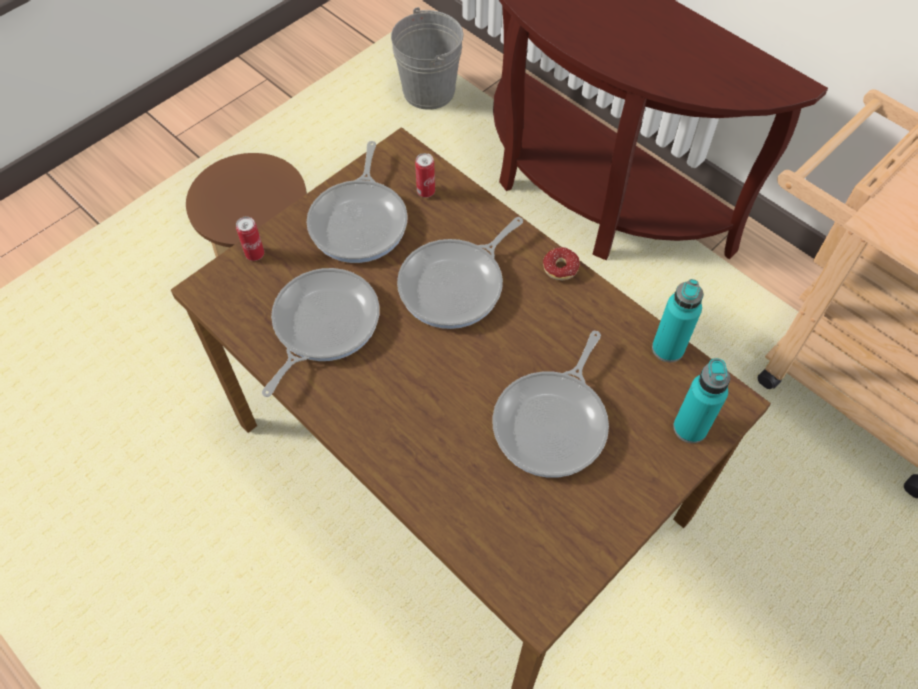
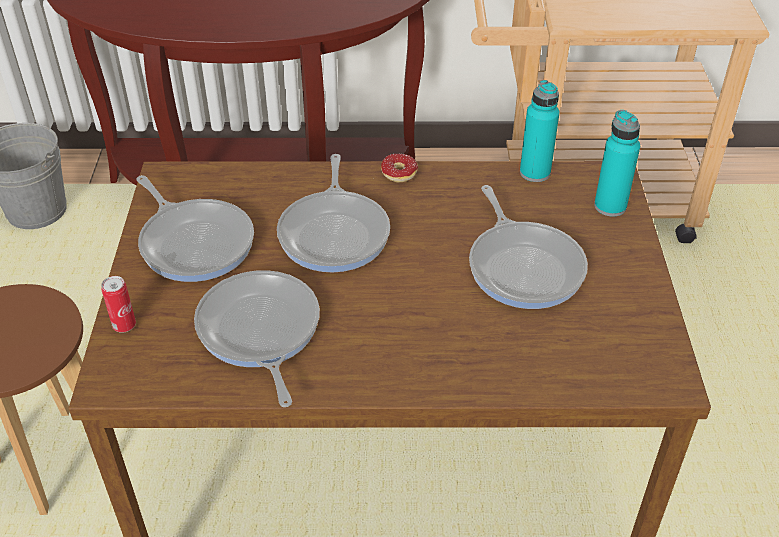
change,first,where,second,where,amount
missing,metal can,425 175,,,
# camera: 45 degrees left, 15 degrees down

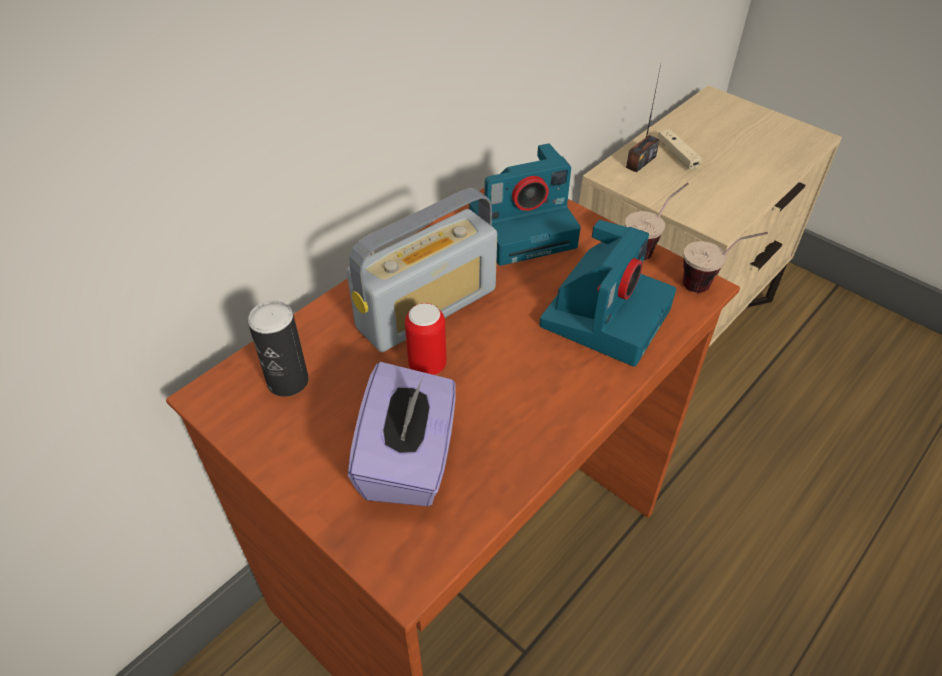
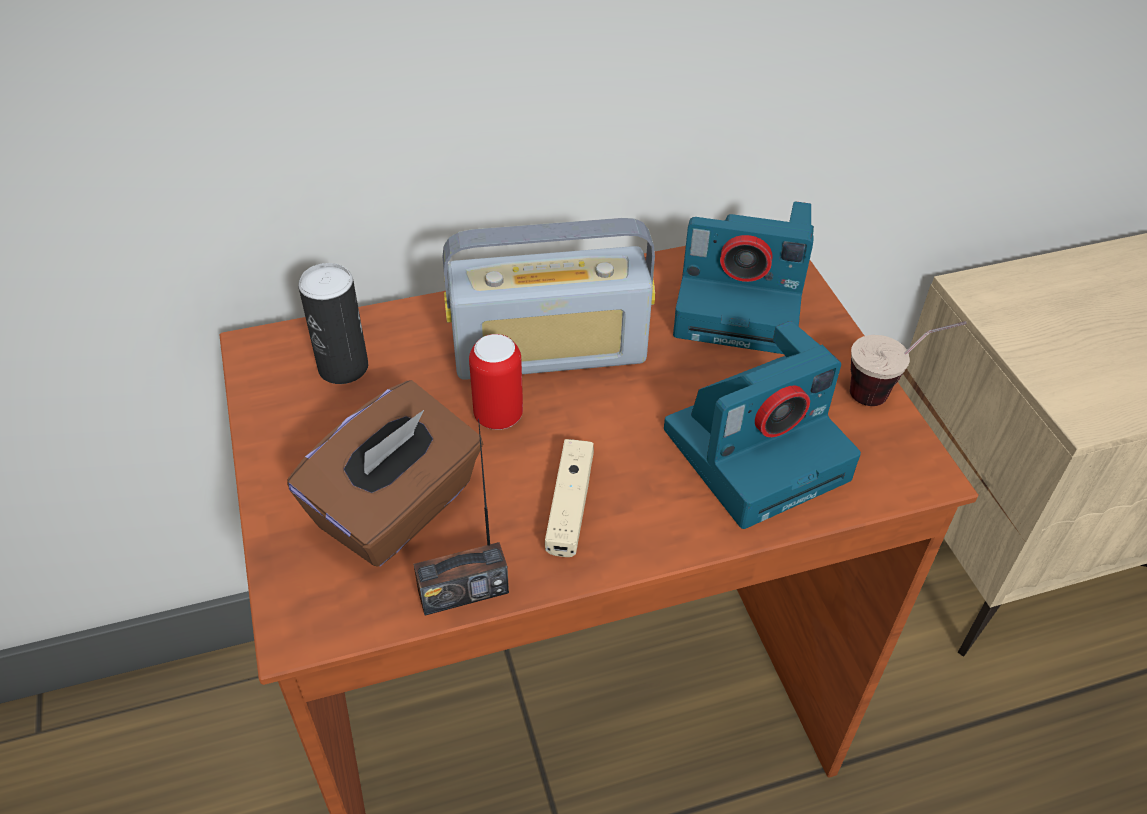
change,first,where,second,where,amount
relocated,radio receiver,643 118,,461 517,
relocated,sand-coloured gamepad,680 149,,569 498,
missing,drinking cup,725 262,,,
colour,purplish tissue holder,402 434,brownish tissue holder,385 473,
# camera: 30 degrees right, 0 degrees up

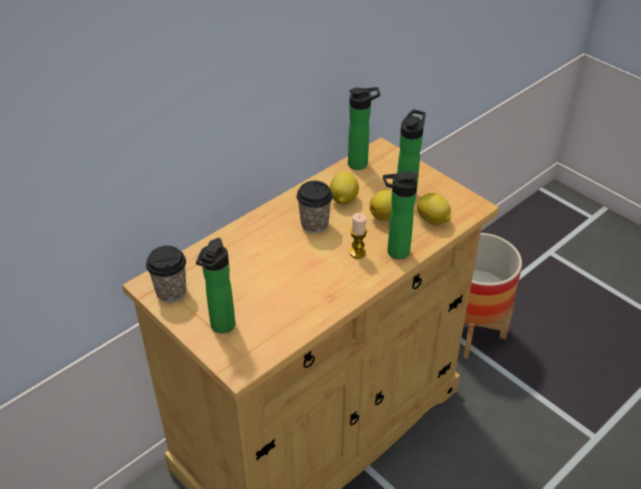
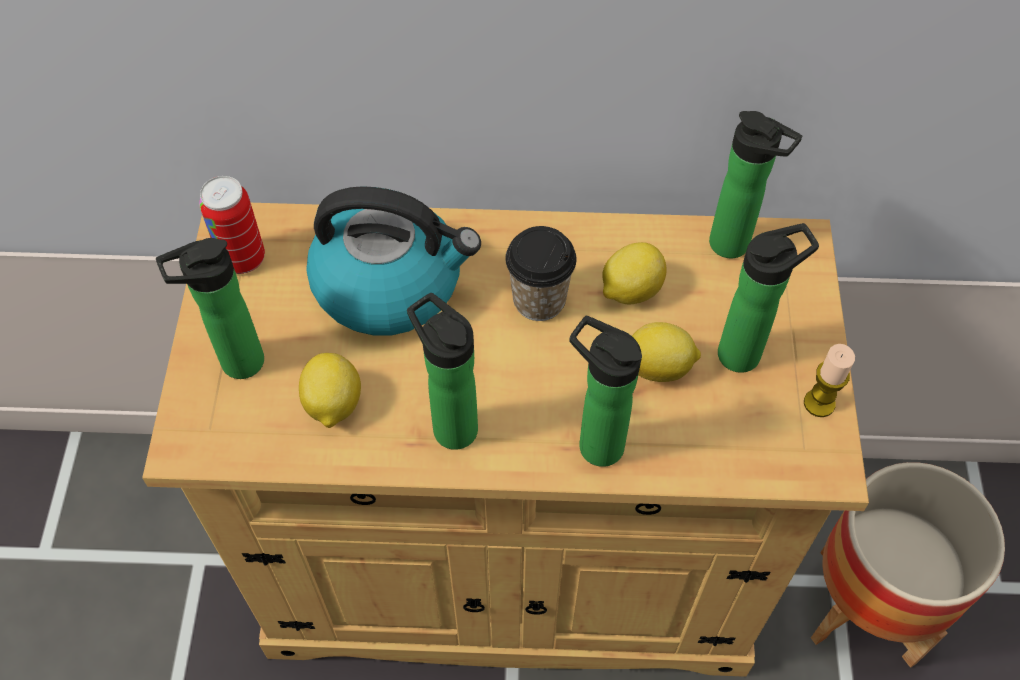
change,first,where,second,where,amount
relocated,whole lemon,434 209,,330 390,
relocated,wax candle,358 235,,829 380,
exchanged,drinking cup,166 274,metal can,232 225,
appeared,,,tea kettle,393 261,
appeared,,,bottle,442 371,
# camera: 45 degrees right, 15 degrees up

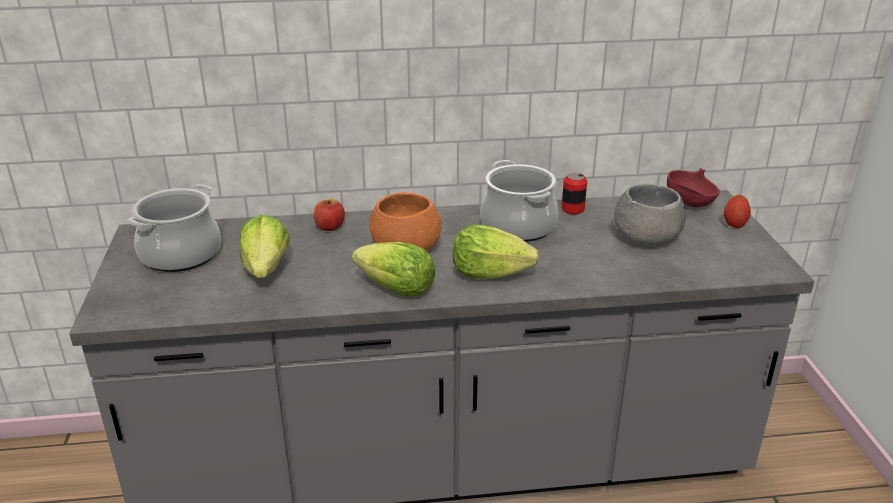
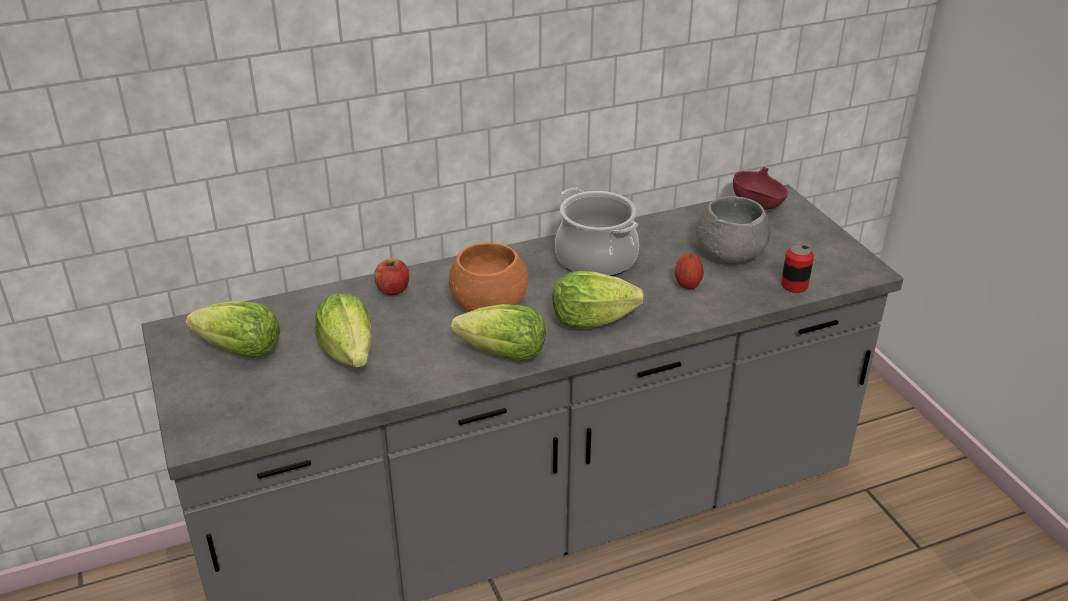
change,first,where,second,where,amount
relocated,metal can,574 193,,797 268,
exchanged,cooking pot,174 228,lettuce head,233 329,
relocated,apple fruit,737 211,,689 270,
# camera: 15 degrees left, 5 degrees up

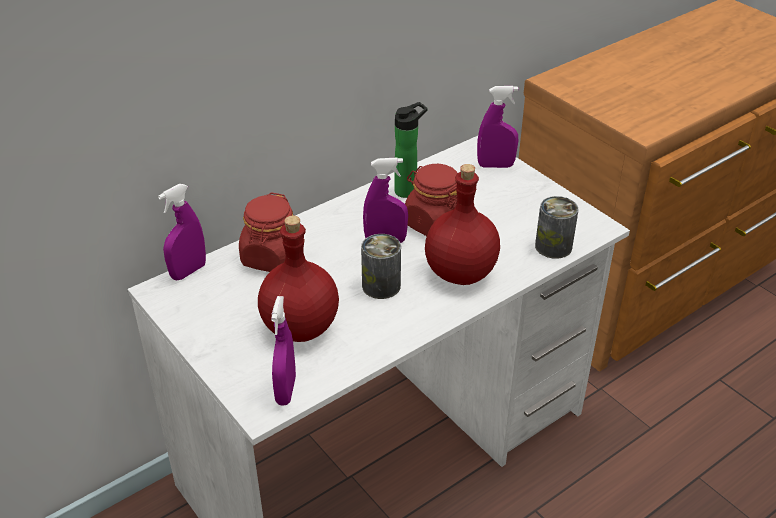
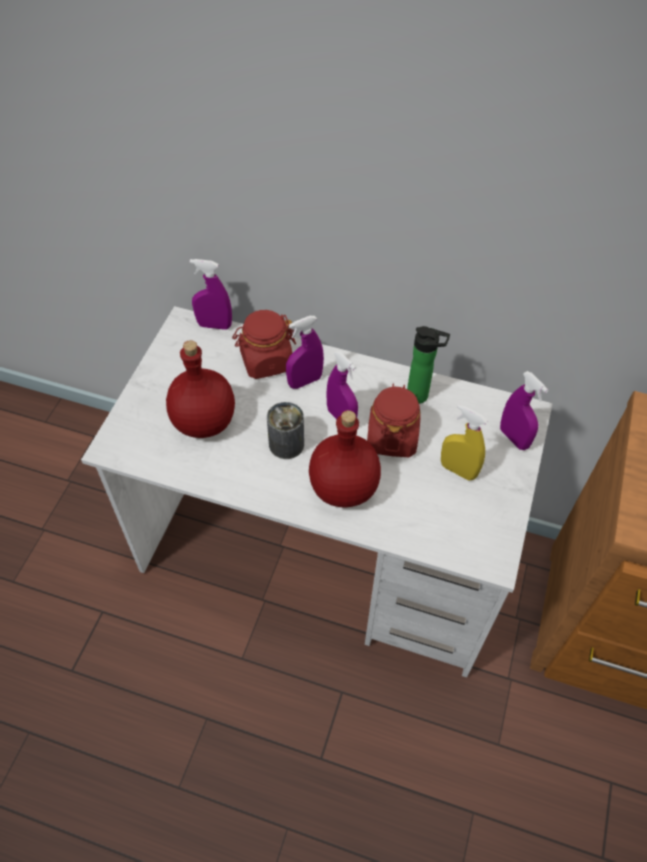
change,first,where,second,where,amount
missing,metal can,557 227,,,
relocated,purplish hand sprayer,283 351,,305 352,
appeared,,,yellowish hand sprayer,464 442,
# camera: 55 degrees right, 15 degrees up

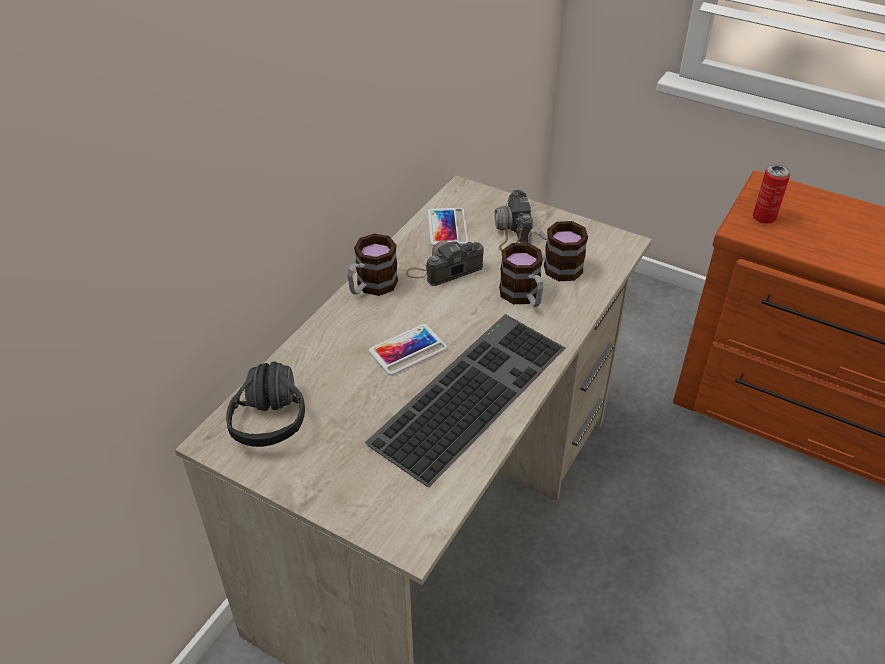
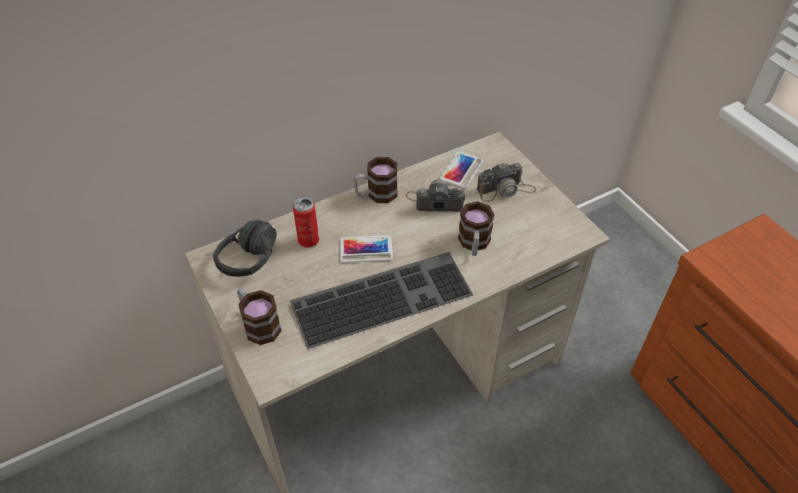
change,first,where,second,where,amount
relocated,metal can,771 194,,306 222,
spun,photo camera,514 221,,507 182,135 degrees counterclockwise
relocated,tea mug,558 251,,259 316,
# camera: 30 degrees right, 5 degrees up

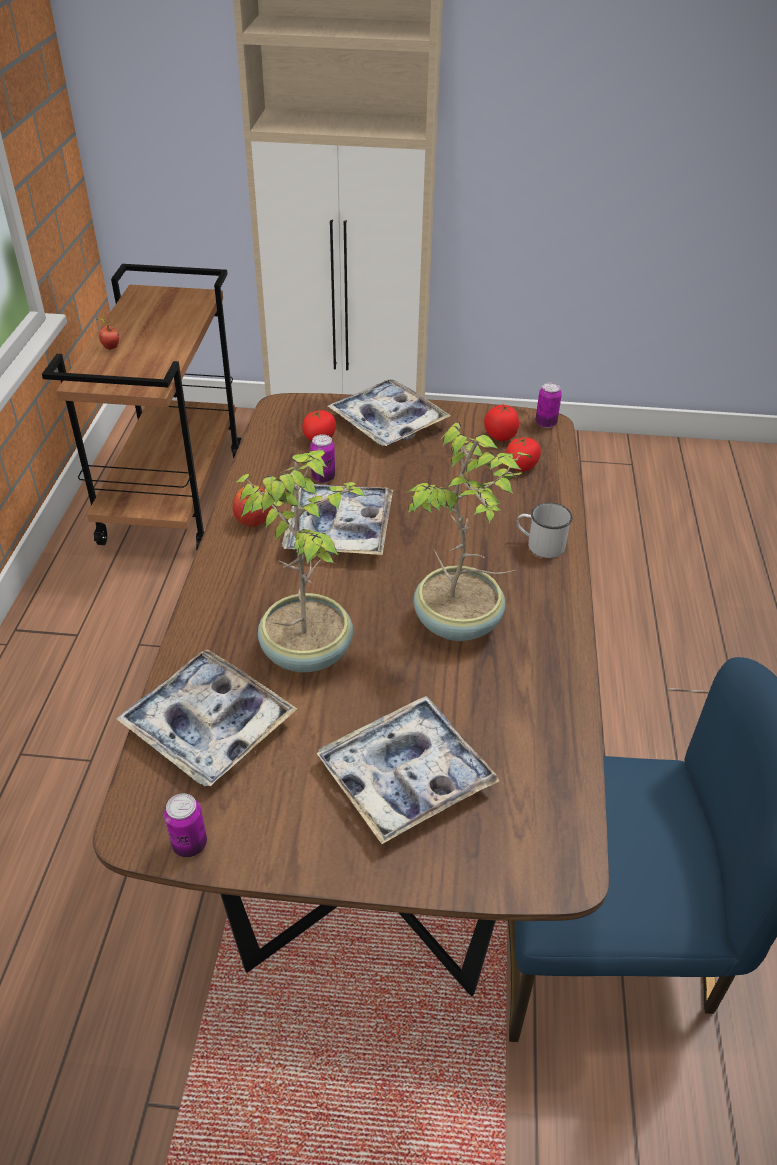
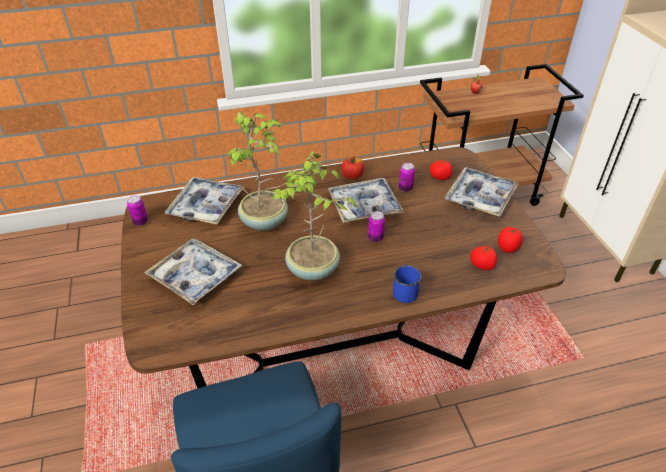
change,first,where,second,where,amount
relocated,metal can,548 405,,376 226,
colour,white-coloured tea mug,545 530,blue-coloured tea mug,407 283,
# camera: 70 degrees right, 0 degrees up

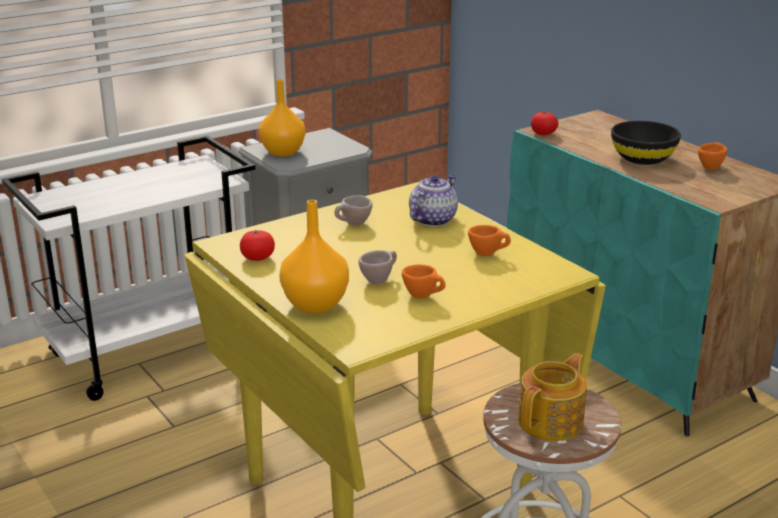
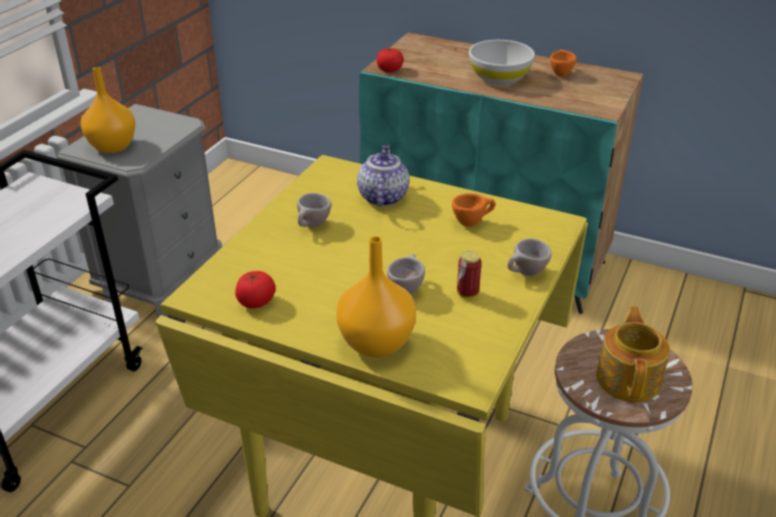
change,first,where,second,where,amount
colour,blackish bowl,646 143,white-coloured bowl,502 62,
exchanged,orange drinking cup,424 281,metal can,469 275,
appeared,,,sand-coloured drinking cup,530 257,
# camera: 30 degrees left, 10 degrees up

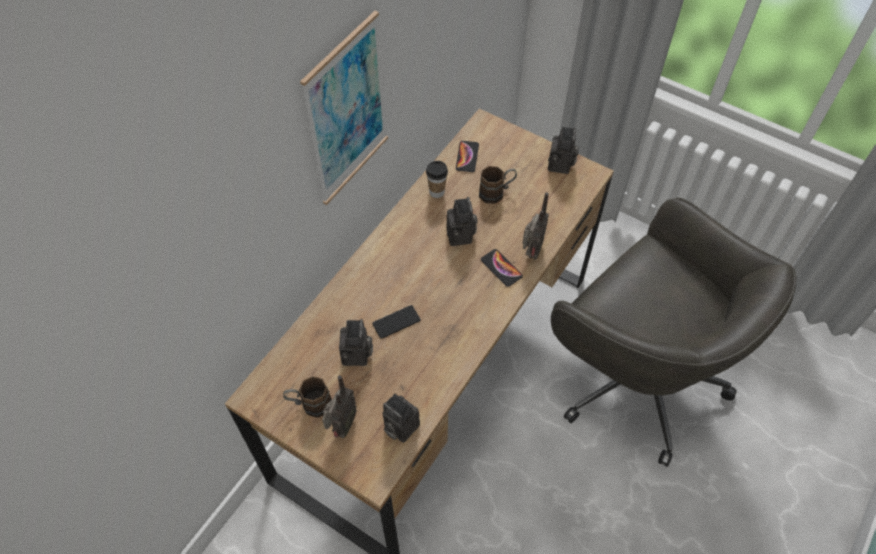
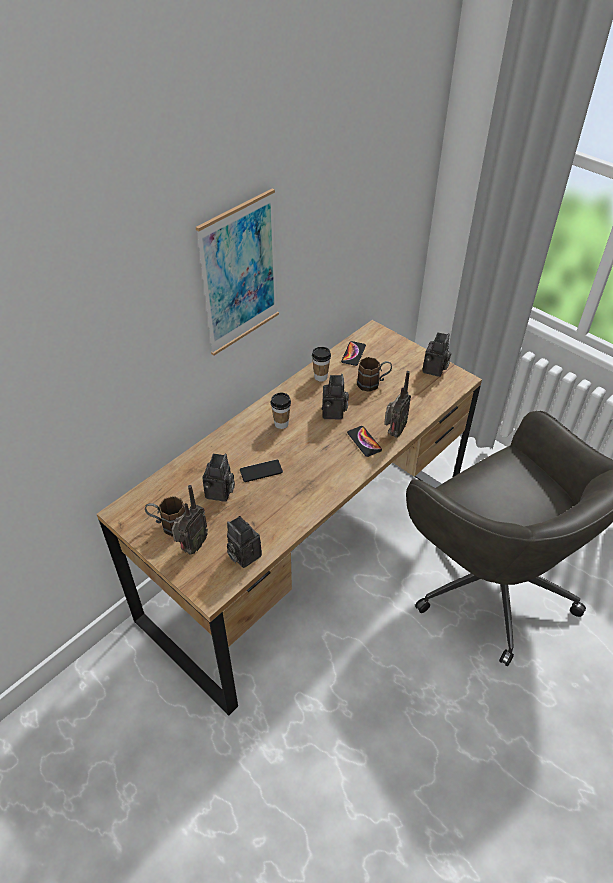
change,first,where,second,where,amount
appeared,,,drinking cup,281 411,
# camera: 10 degrees right, 10 degrees down

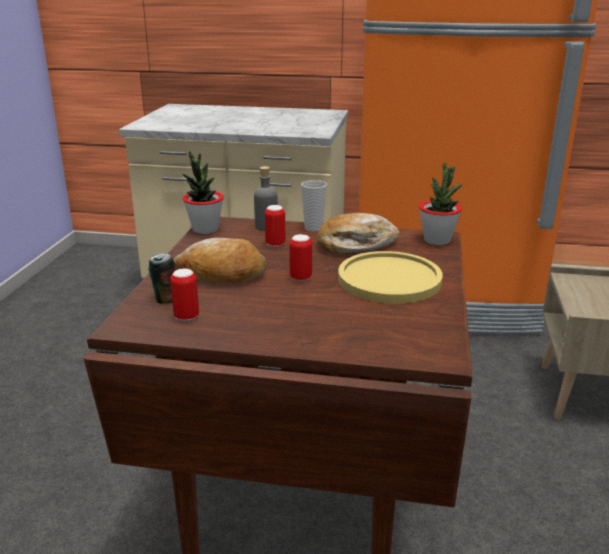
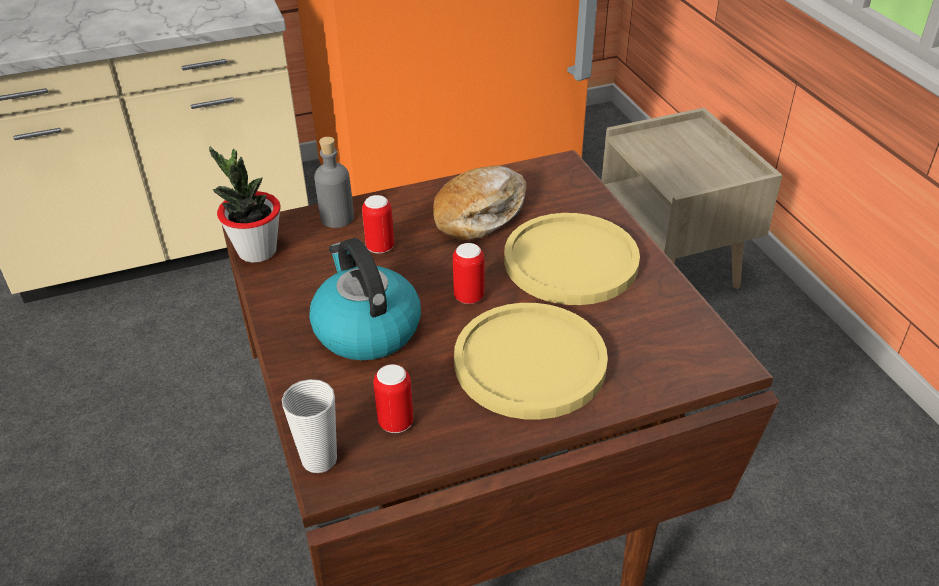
change,first,where,second,where,amount
missing,plant in a pot,440 204,,,
relocated,drinking cup,314 205,,309 426,
exchanged,bakery bread,220 261,tea kettle,365 299,
missing,metal can,162 278,,,
appeared,,,yellowish flat dish,531 361,
# camera: 30 degrees left, 15 degrees up

